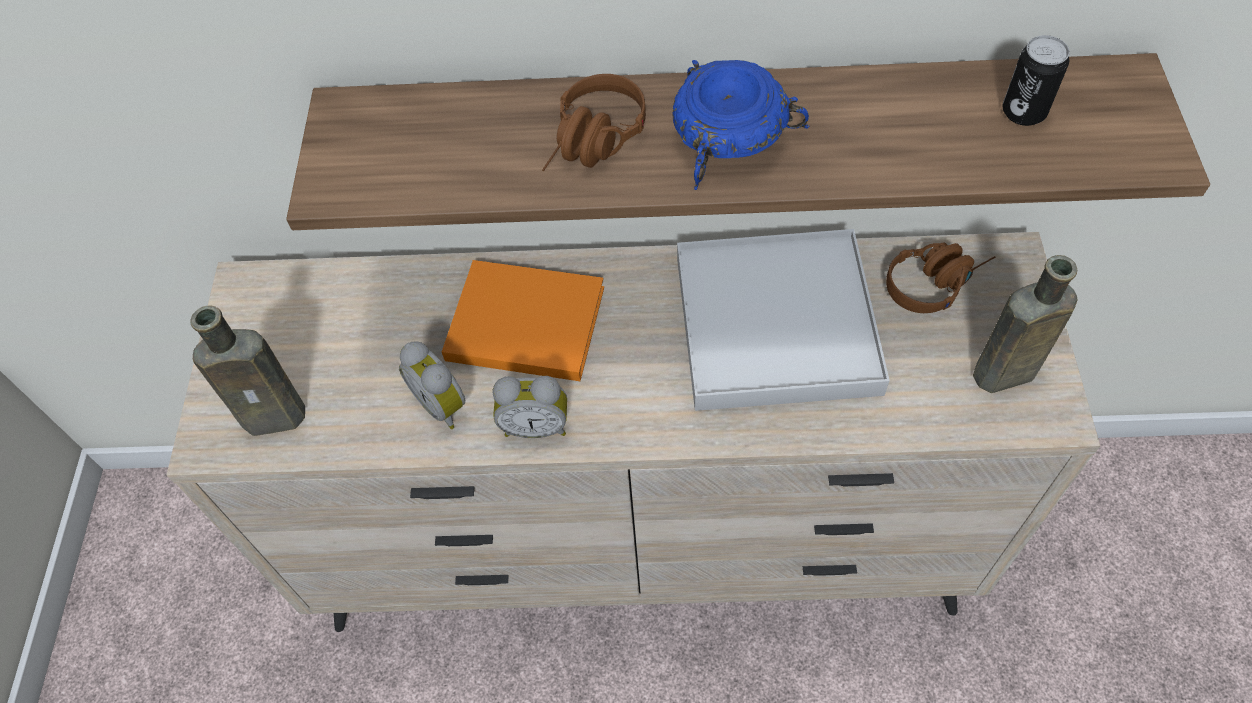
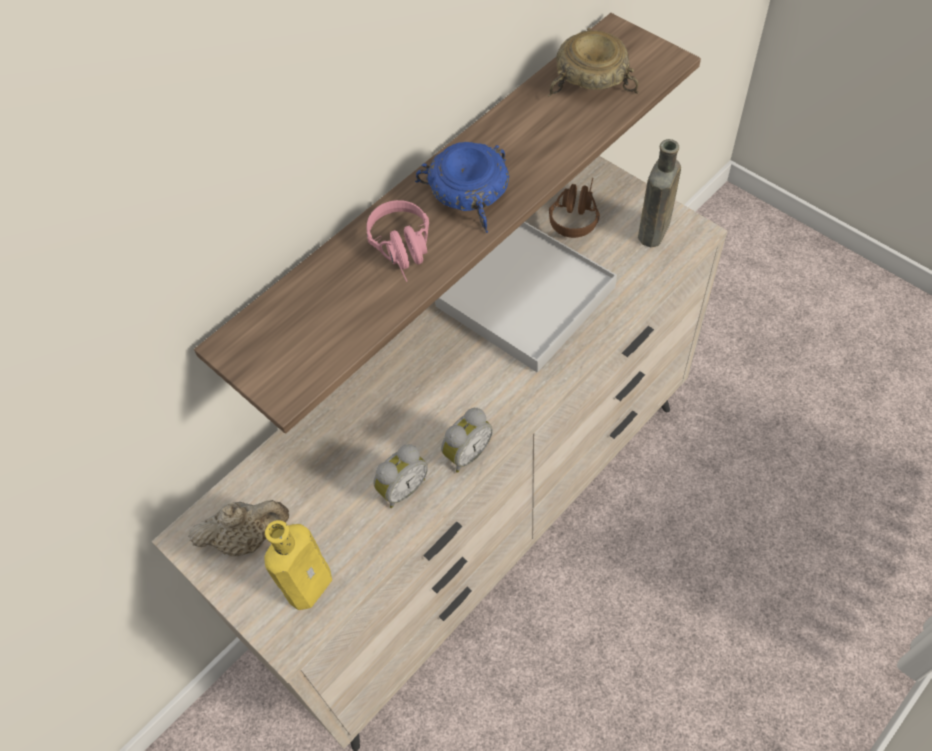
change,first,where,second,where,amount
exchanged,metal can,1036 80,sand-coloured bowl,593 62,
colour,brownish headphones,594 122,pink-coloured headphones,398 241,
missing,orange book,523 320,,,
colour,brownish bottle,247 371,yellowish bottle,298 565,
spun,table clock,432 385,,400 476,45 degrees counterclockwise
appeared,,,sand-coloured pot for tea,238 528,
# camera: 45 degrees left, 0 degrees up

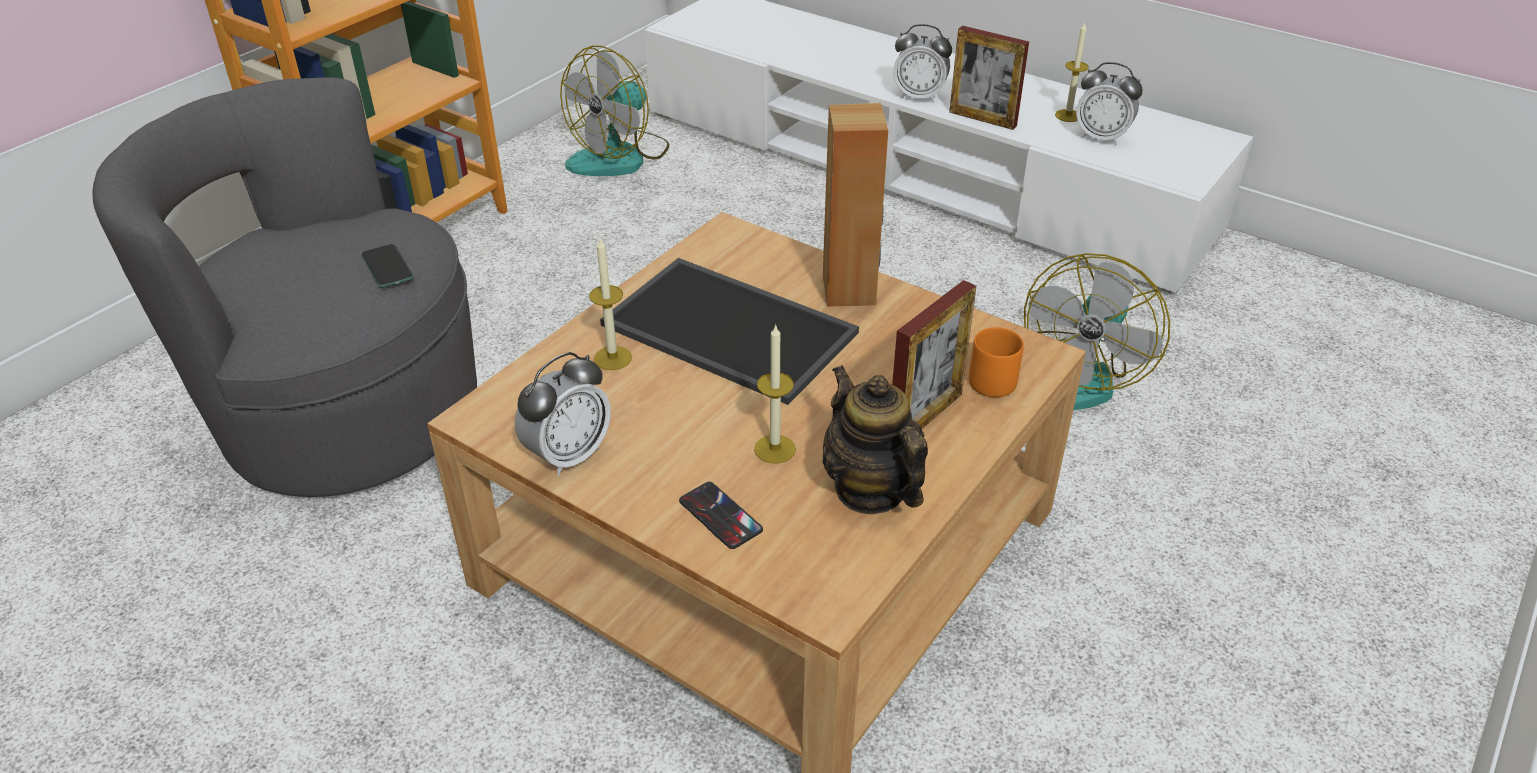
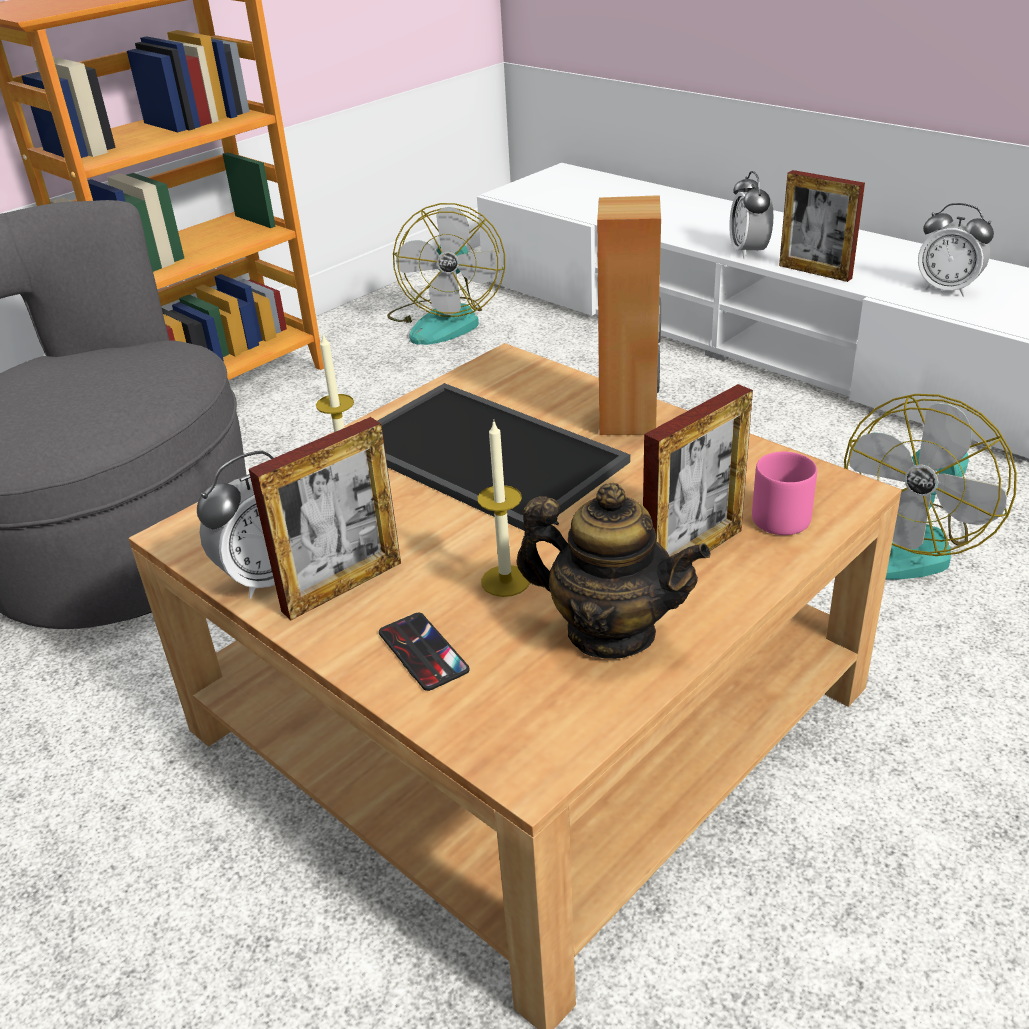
change,first,where,second,where,amount
missing,wax candle,1072 72,,,
spun,table clock,922 63,,751 215,60 degrees clockwise
spun,electric fan,614 110,,446 274,45 degrees counterclockwise
missing,telephone,387 266,,,
colour,orange tea mug,996 362,pink-coloured tea mug,784 493,
spun,pot for tea,875 439,,613 570,135 degrees clockwise
appeared,,,photo frame,325 518,
# camera: 10 degrees right, 5 degrees down

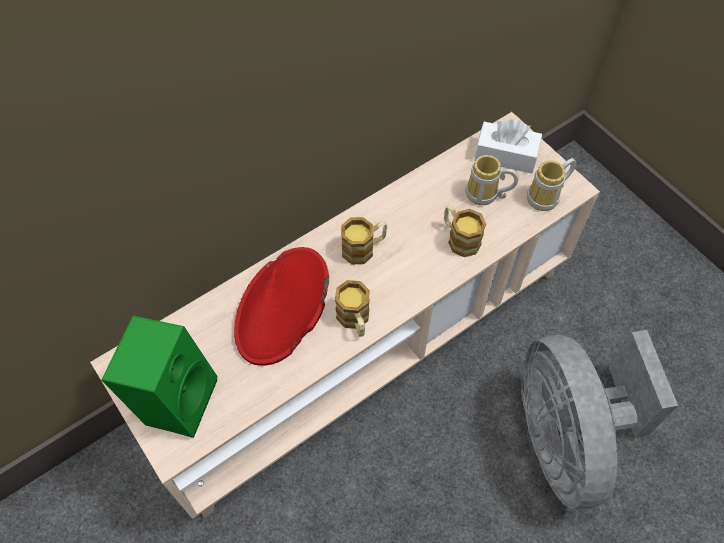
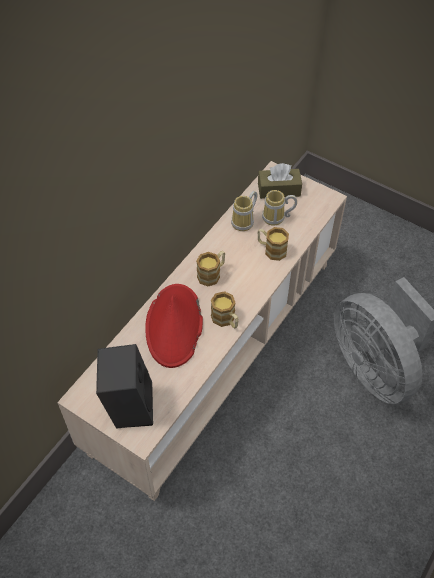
change,first,where,second,where,amount
colour,white-coloured tissue holder,508 146,brownish tissue holder,280 181,
relocated,tea mug,552 184,,244 211,
colour,green-coloured audio speaker,159 377,blackish audio speaker,124 386,
# camera: 20 degrees left, 5 degrees down

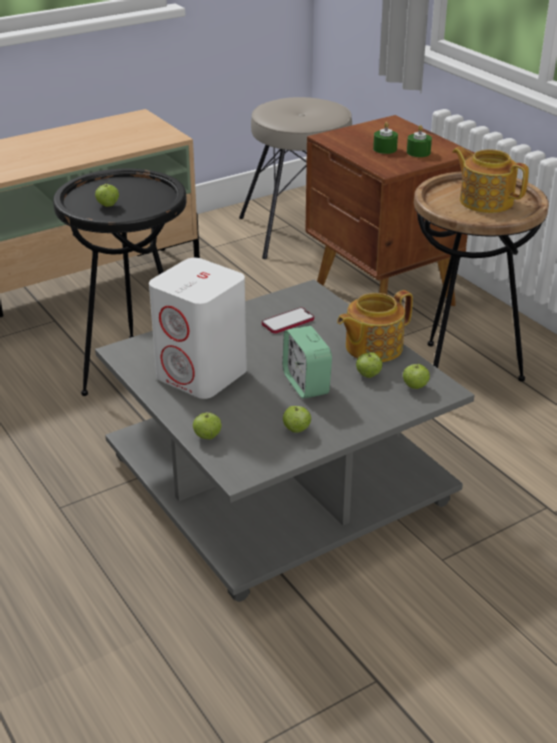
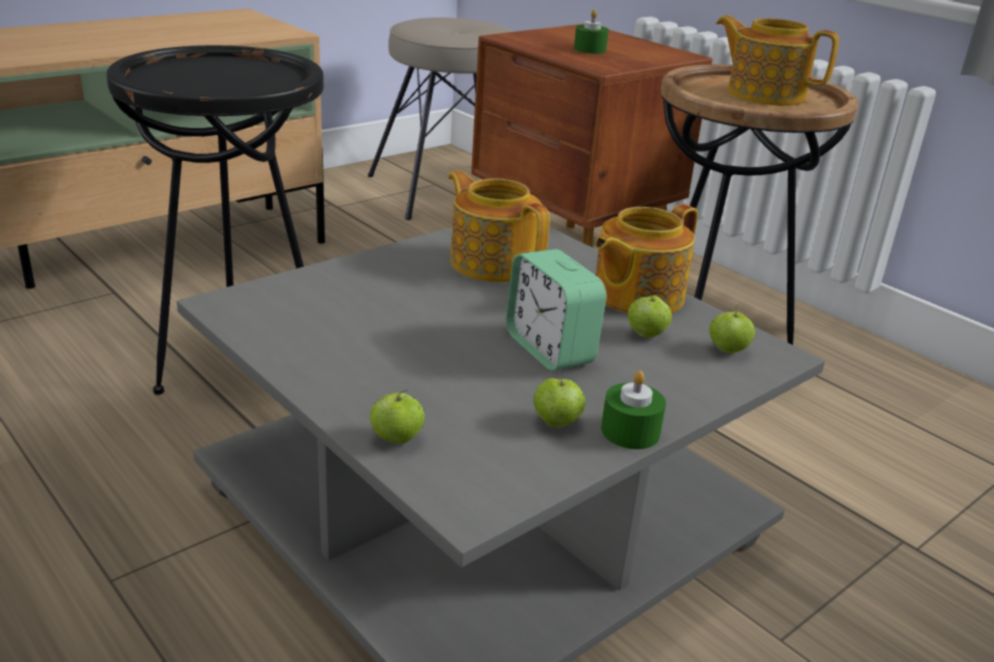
change,first,where,second,where,amount
relocated,green-coloured wax candle,419 141,,633 410,
missing,apple fruit,107 194,,,
missing,white-coloured audio speaker,198 328,,,
exchanged,telephone,288 321,pot for tea,499 226,
# camera: 10 degrees left, 5 degrees down

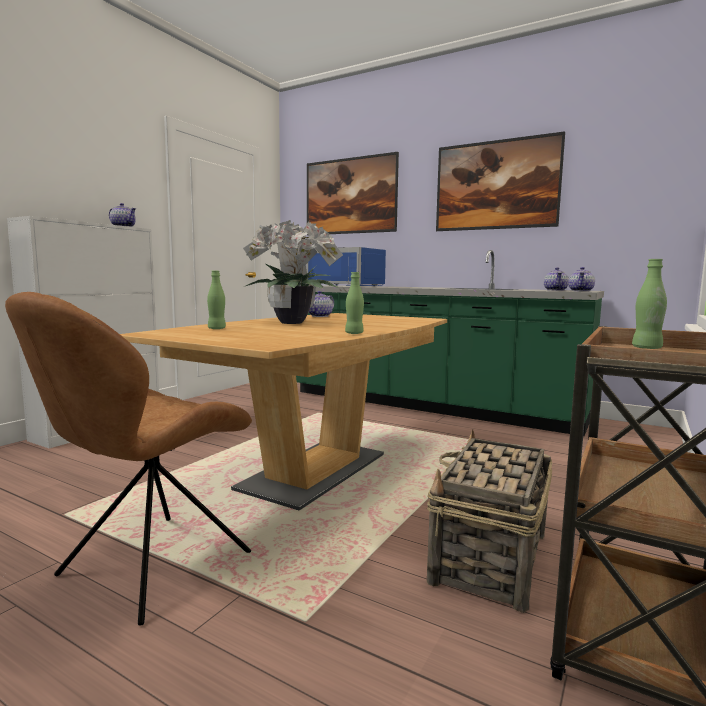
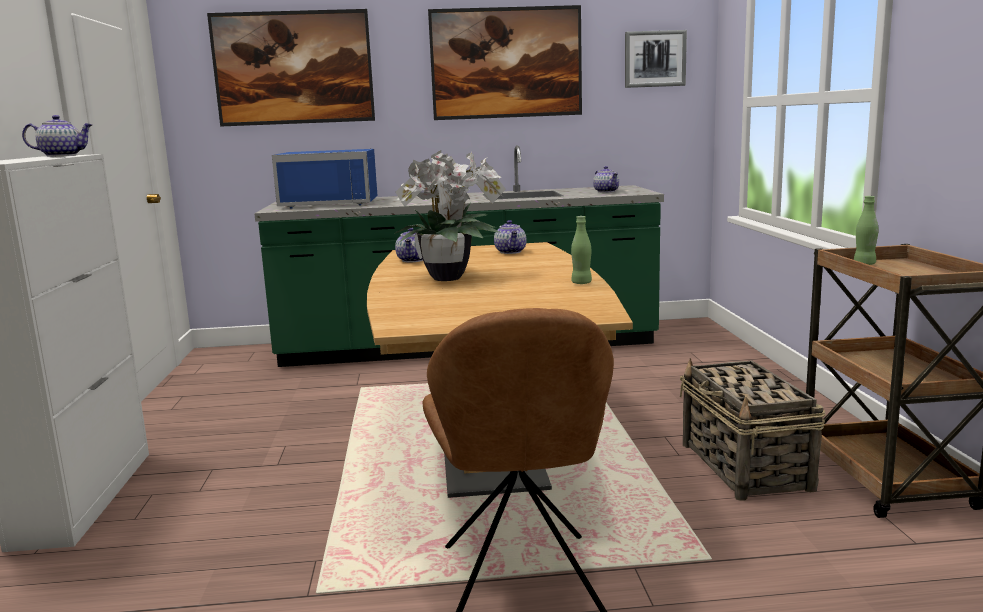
change,first,where,second,where,amount
relocated,pot for tea,581 279,,510 237,
missing,green-coloured bottle,216 300,,,
appeared,,,picture,656 59,
# camera: 35 degrees left, 5 degrees up

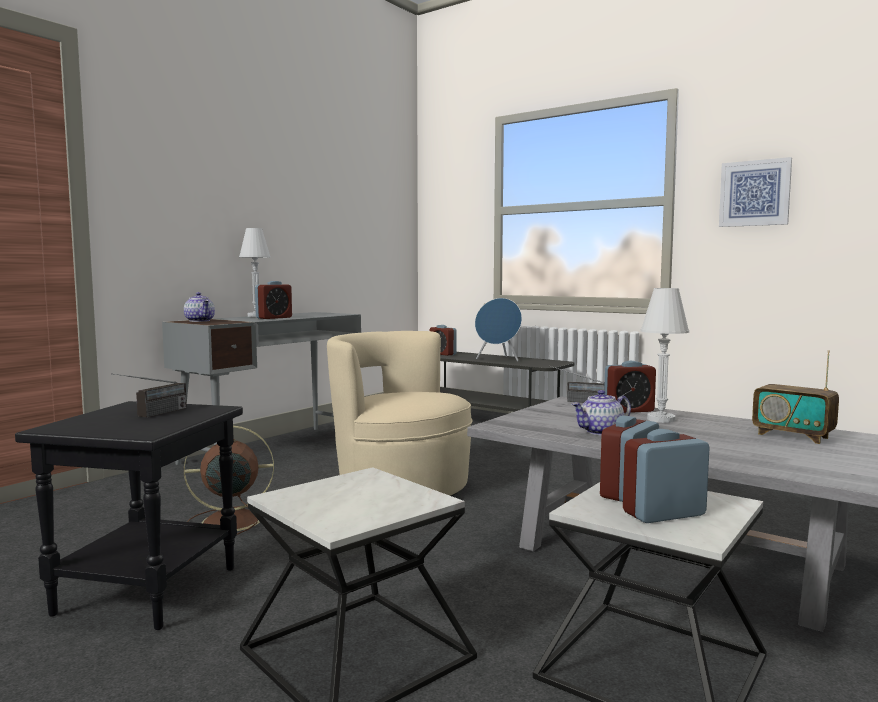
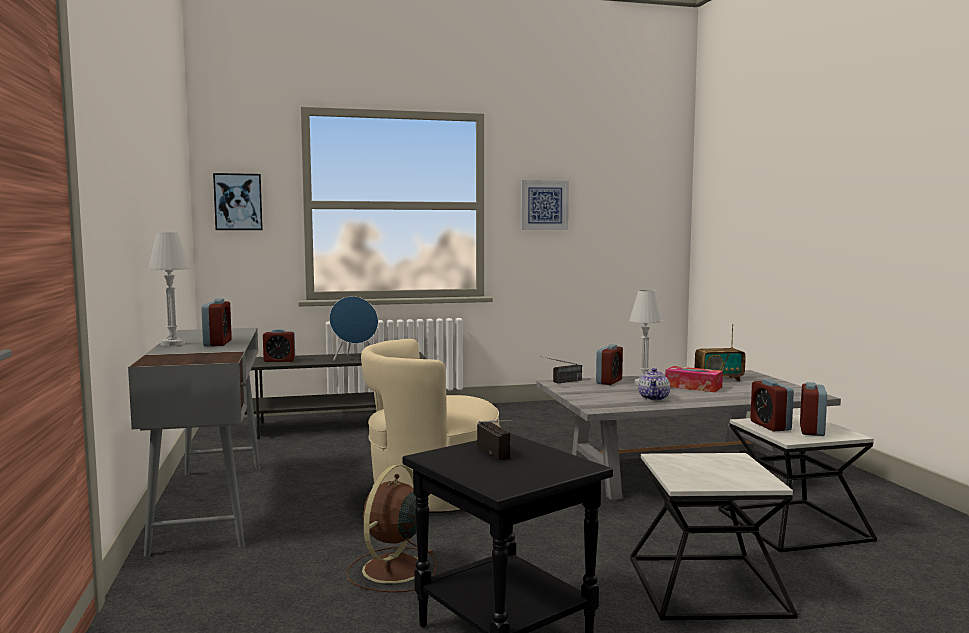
change,first,where,second,where,amount
missing,pot for tea,199 307,,,
appeared,,,picture,238 201,
appeared,,,tissue holder,694 379,
# camera: 50 degrees left, 0 degrees up

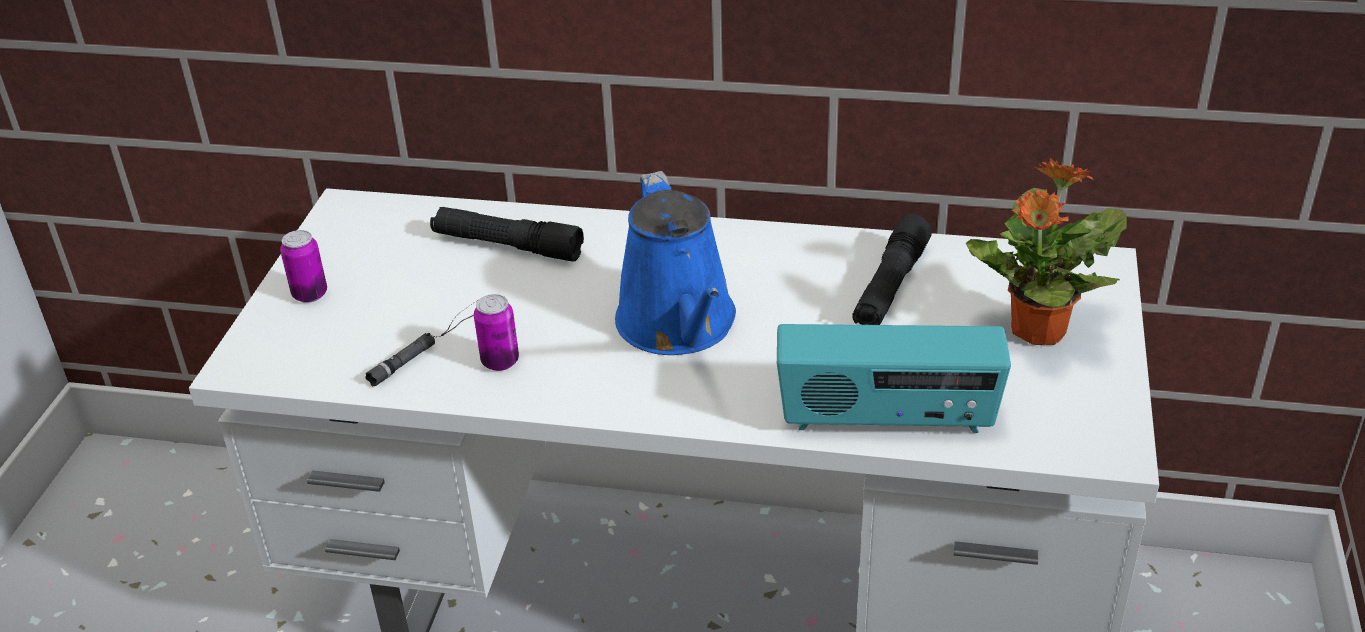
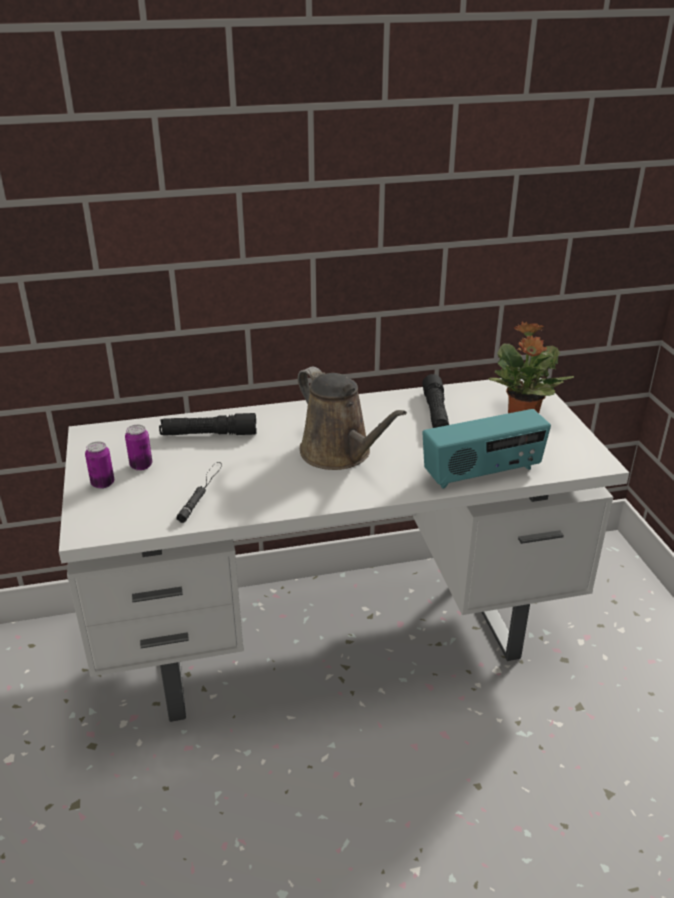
change,first,where,second,where,amount
colour,blue-coloured sprinkling can,675 263,brownish sprinkling can,352 418,
relocated,metal can,496 332,,138 448,
# camera: 25 degrees left, 5 degrees down

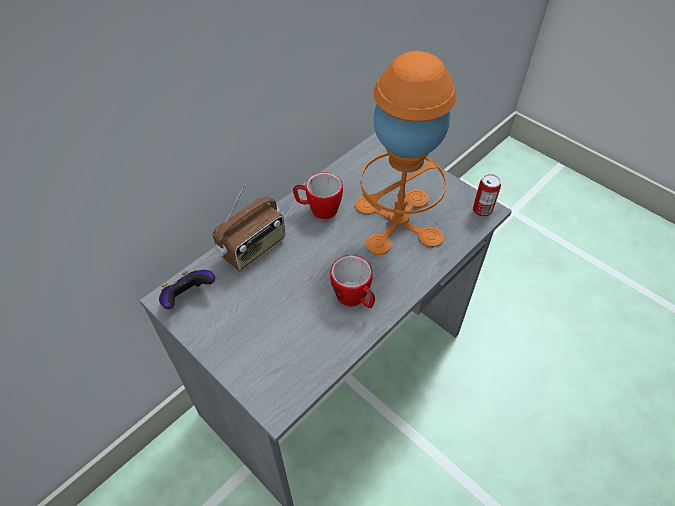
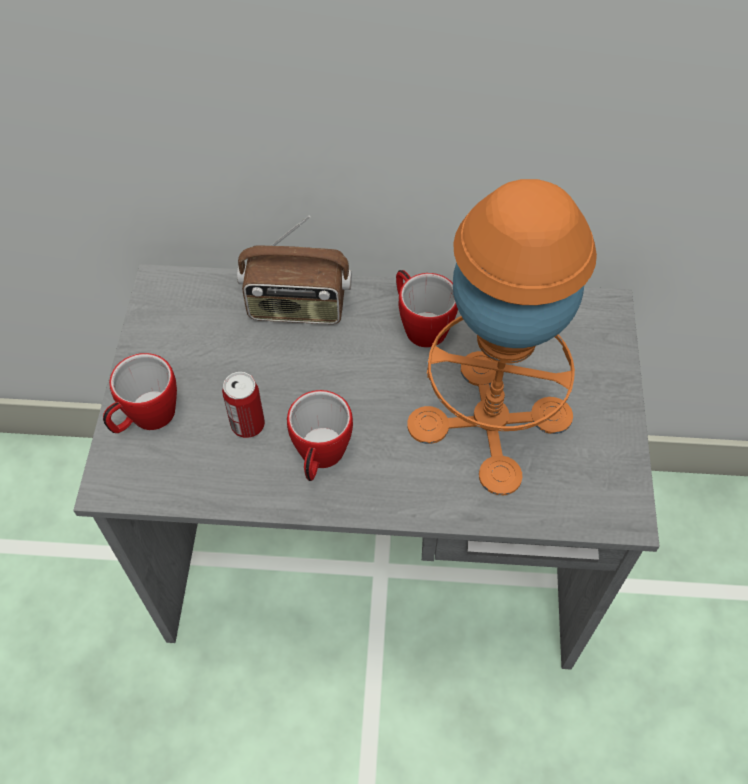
change,first,where,second,where,amount
relocated,metal can,487 195,,243 405,
missing,gamepad,187 289,,,
appeared,,,tea mug,140 393,
# camera: 50 degrees right, 5 degrees up

